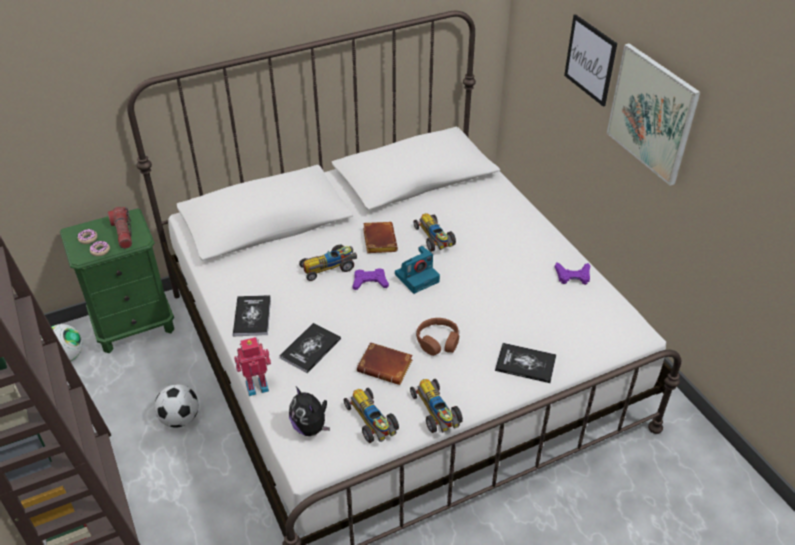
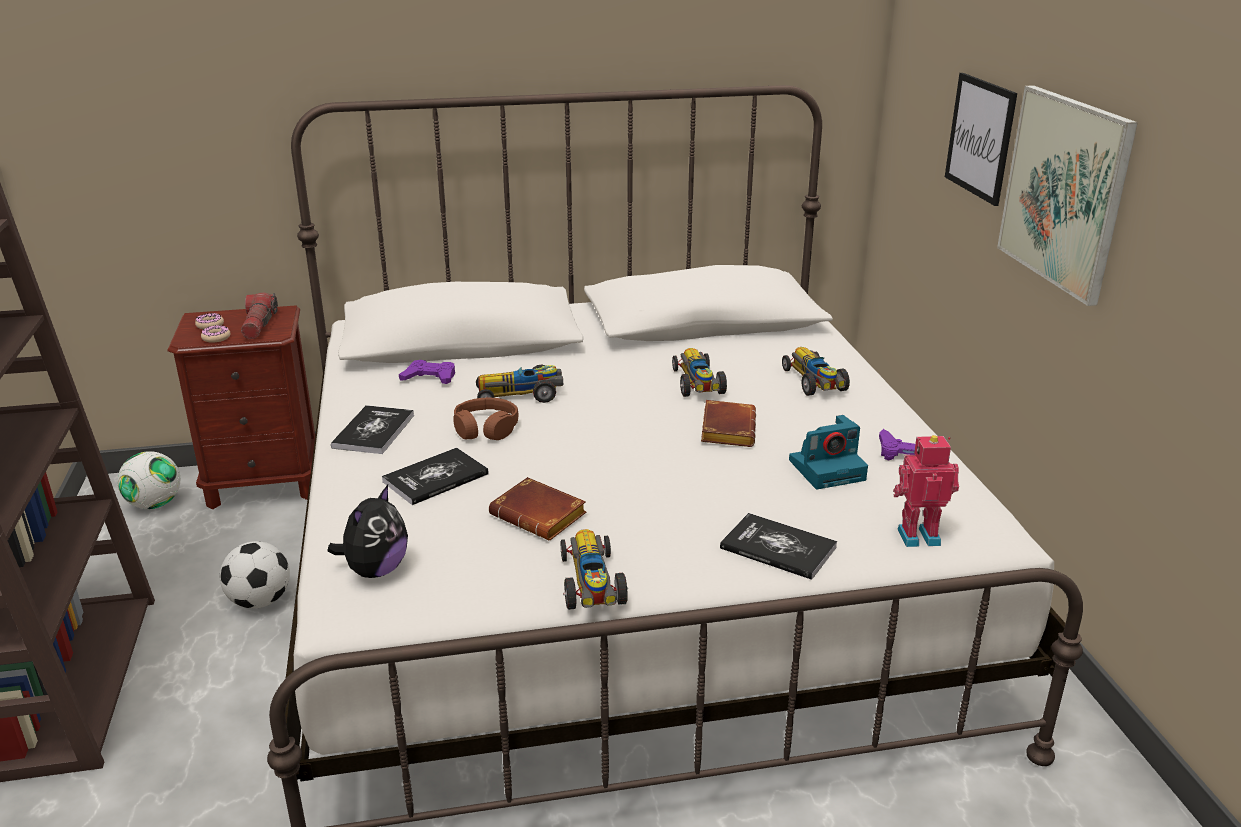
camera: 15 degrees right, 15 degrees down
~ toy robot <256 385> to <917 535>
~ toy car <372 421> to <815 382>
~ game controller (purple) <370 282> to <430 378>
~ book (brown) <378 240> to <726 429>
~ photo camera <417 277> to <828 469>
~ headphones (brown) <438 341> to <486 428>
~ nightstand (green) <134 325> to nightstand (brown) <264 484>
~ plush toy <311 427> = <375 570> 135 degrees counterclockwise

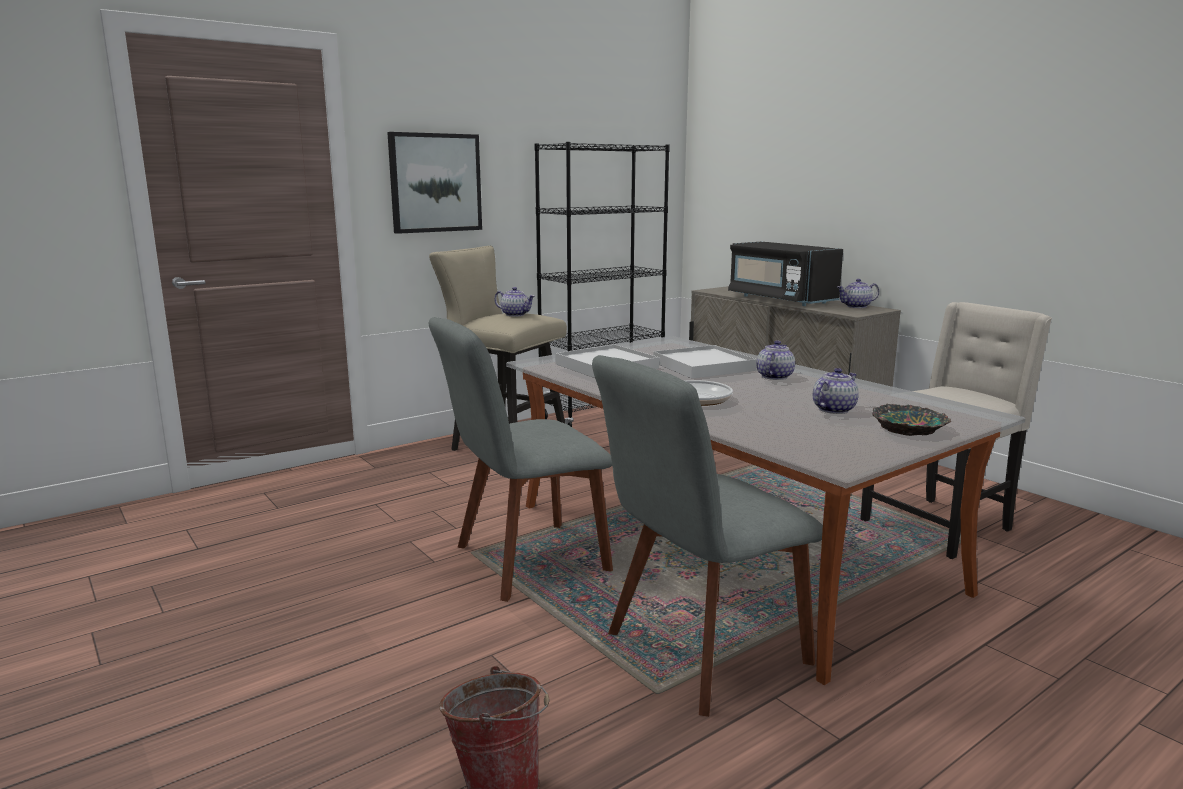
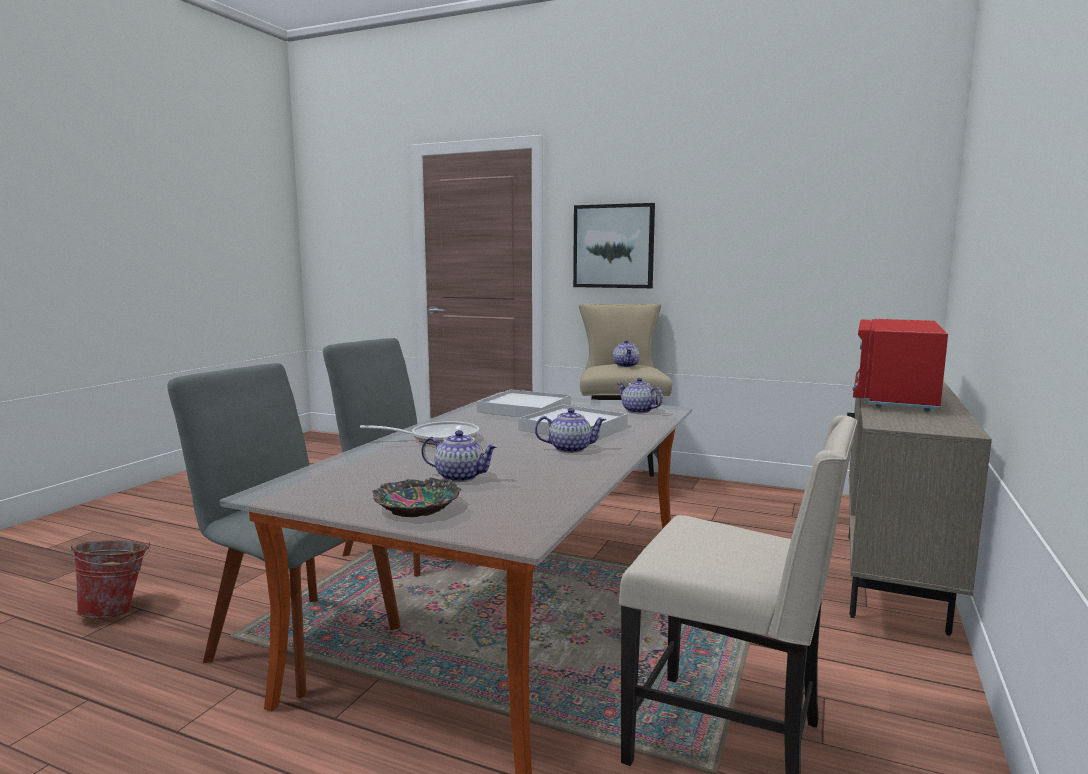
camera: 60 degrees right, 5 degrees down
- bookcase (black) <602 414>
~ teapot <856 306> to <638 411>
~ microwave (black) <779 299> to microwave (red) <894 397>

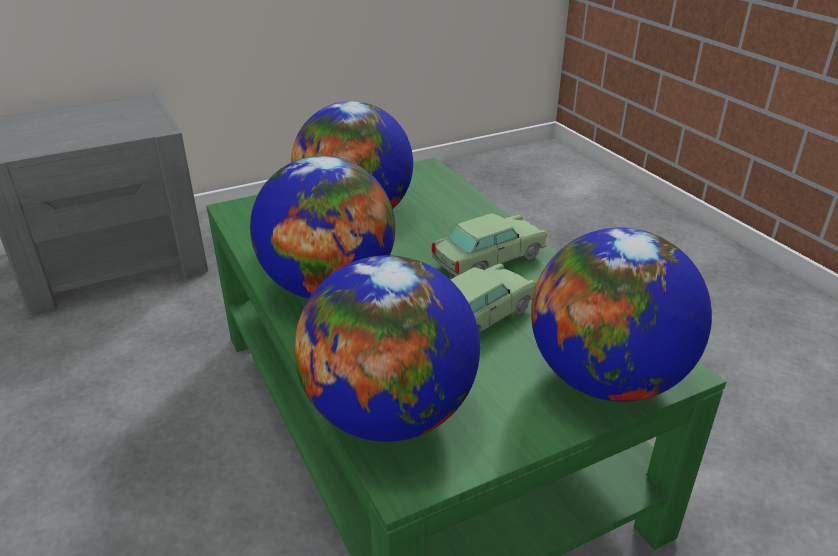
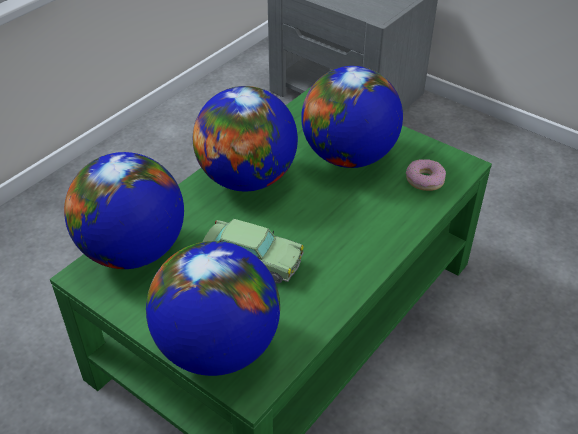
camera: 65 degrees right, 10 degrees up
- toy car <488 259>
+ donut <425 180>

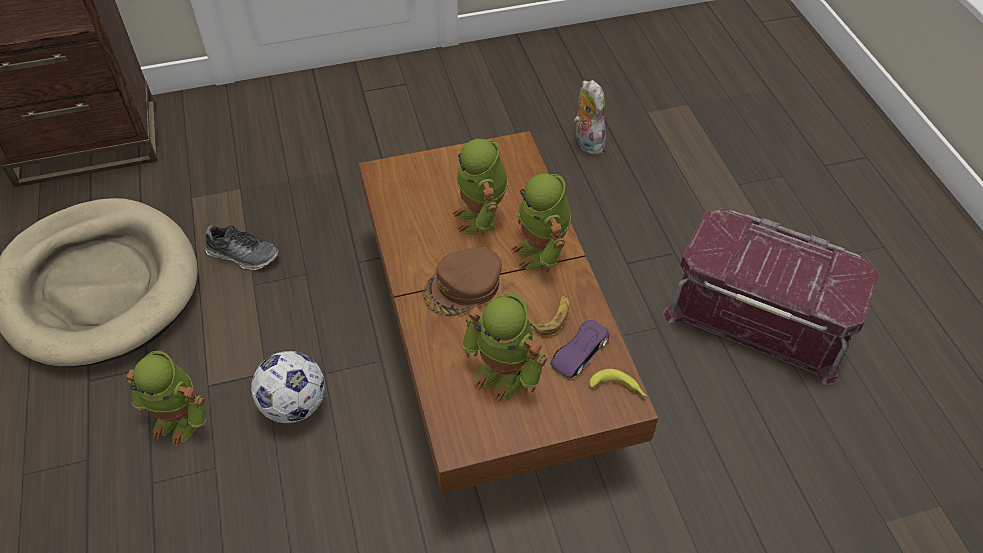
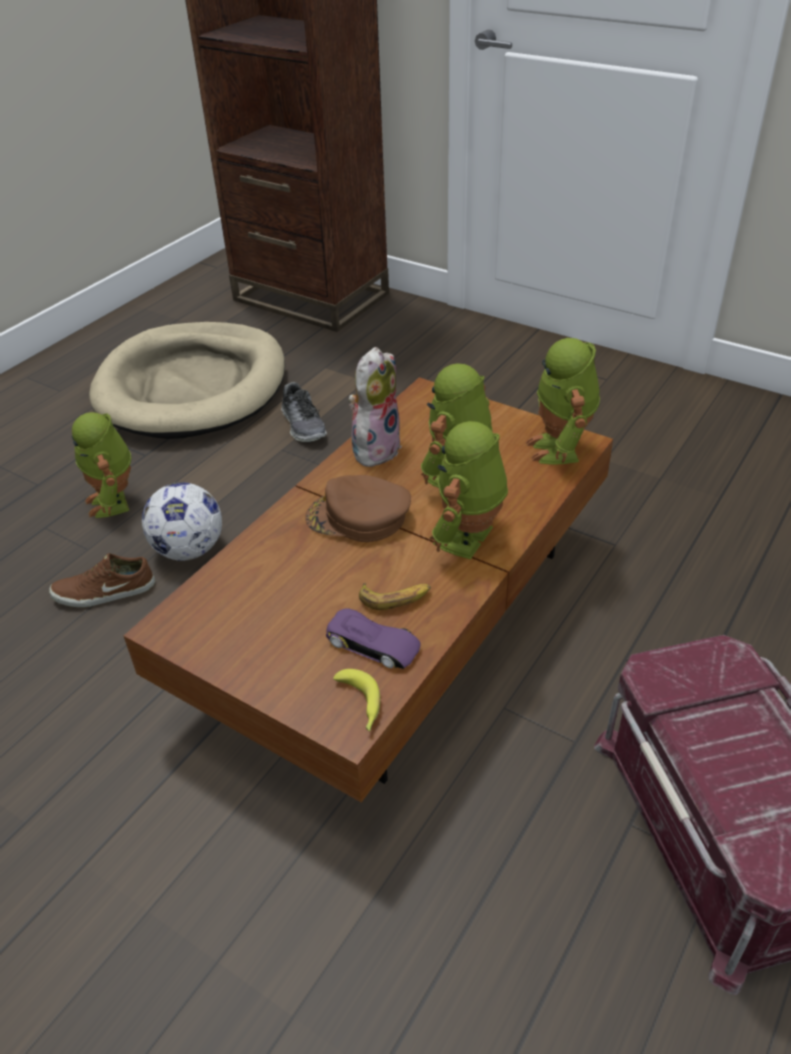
camera: 50 degrees right, 10 degrees down
+ shoe (brown) <104 592>
~ toy robot <504 374> to <560 449>
~ plush toy <586 142> to <375 448>
~ toy car (purple) <579 352> = <373 644> 150 degrees counterclockwise

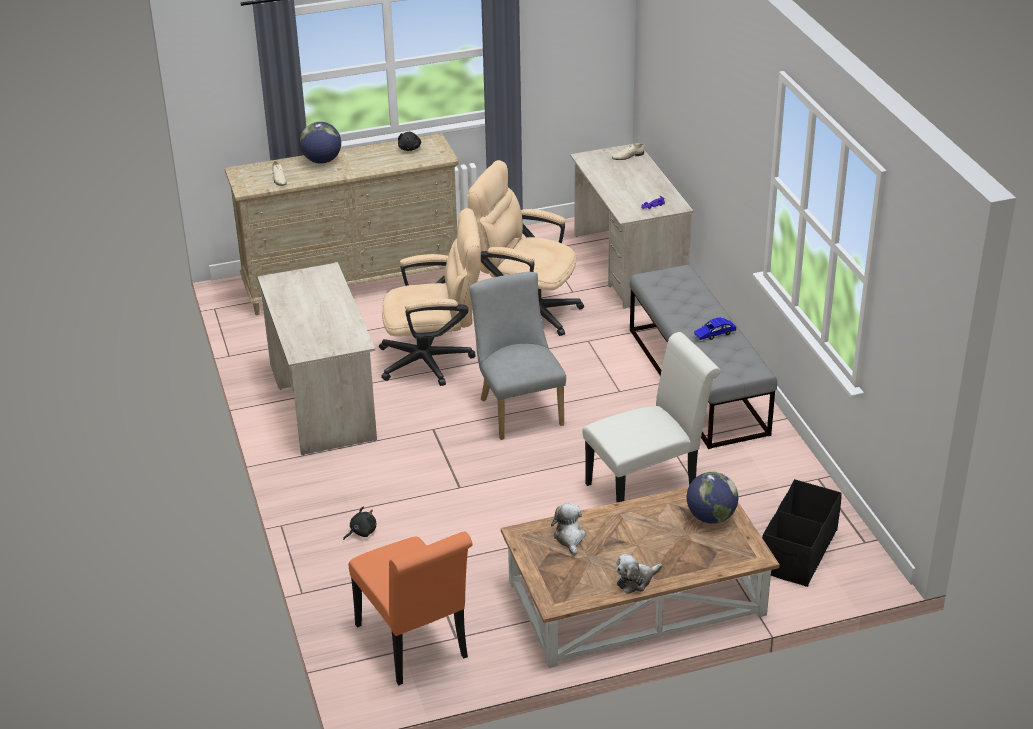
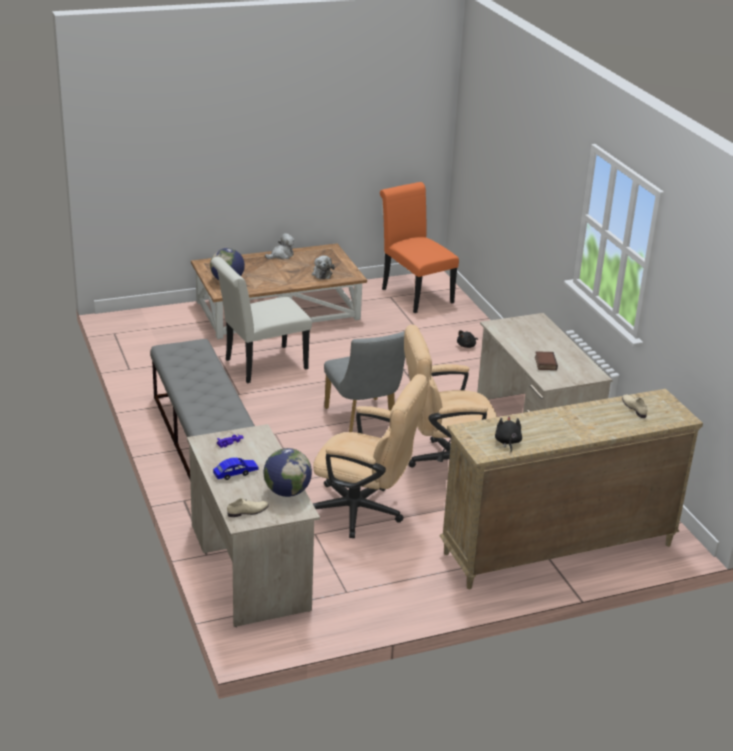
camera: 175 degrees right, 5 degrees down
- storage box (black) <798 551>
+ book <544 363>
~ globe <322 161> to <287 492>
~ toy car (blue) <714 334> to <236 473>

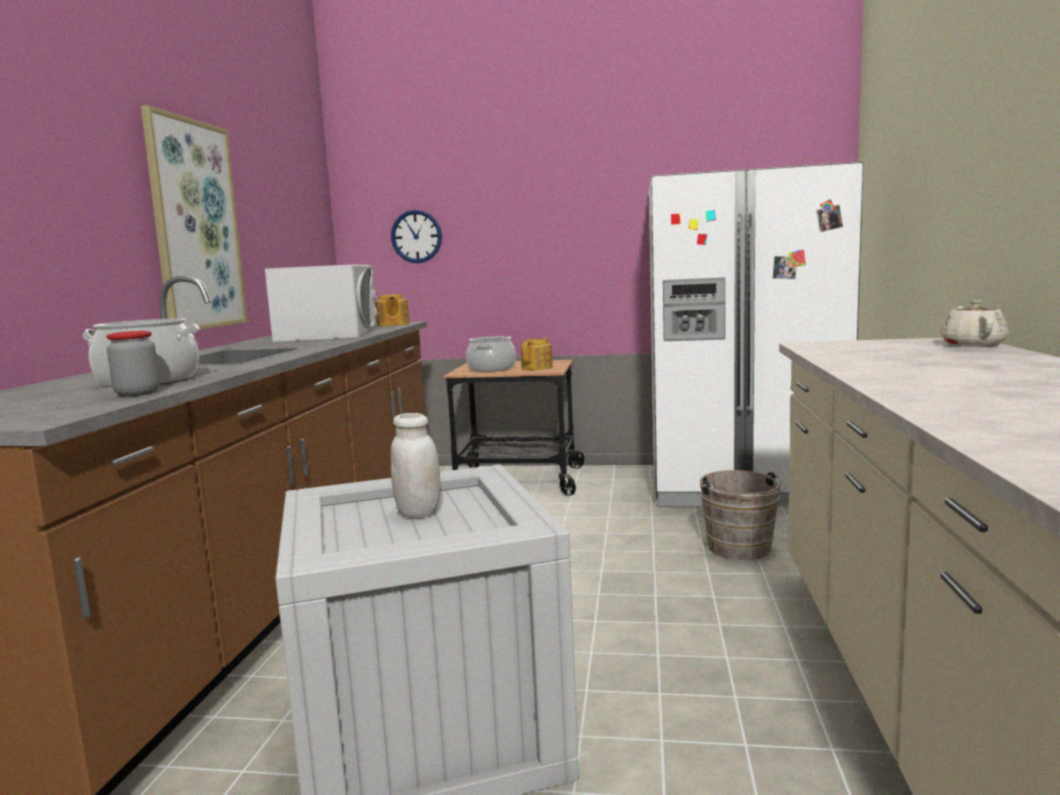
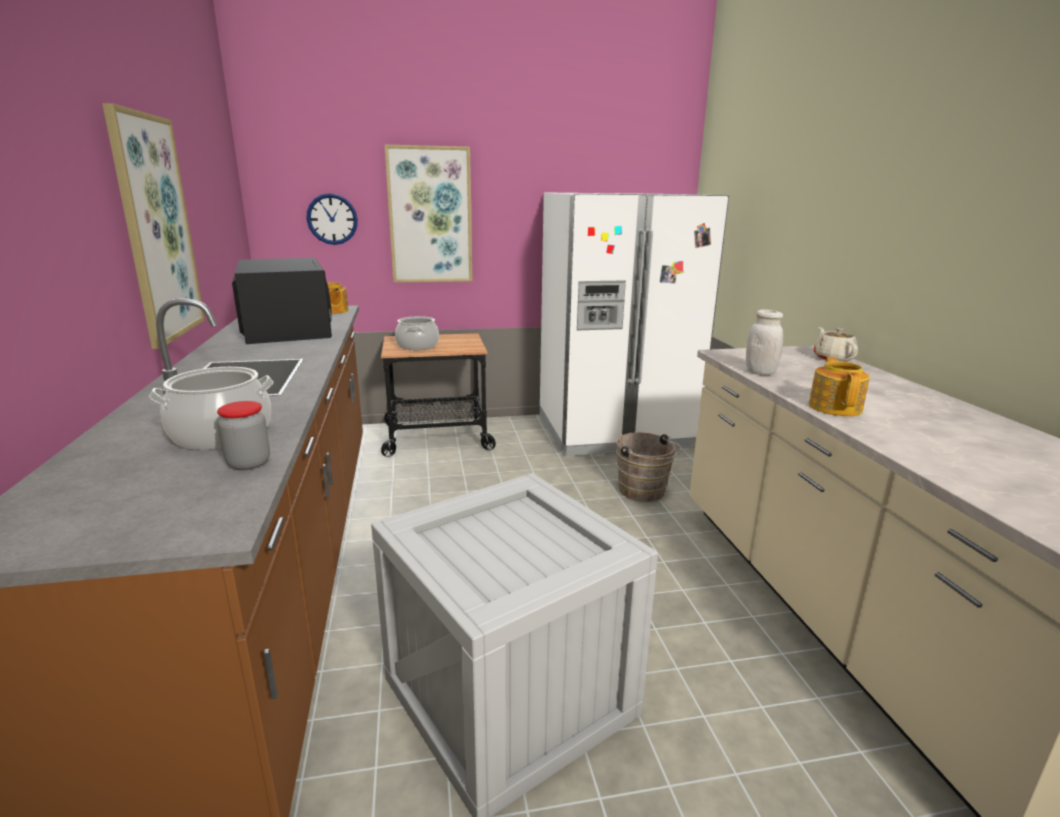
camera: 20 degrees left, 10 degrees up
+ picture <430 216>
~ jar (white) <418 512> to <760 372>
~ teapot <537 367> to <835 407>
~ microwave (white) <329 333> to microwave (black) <287 328>

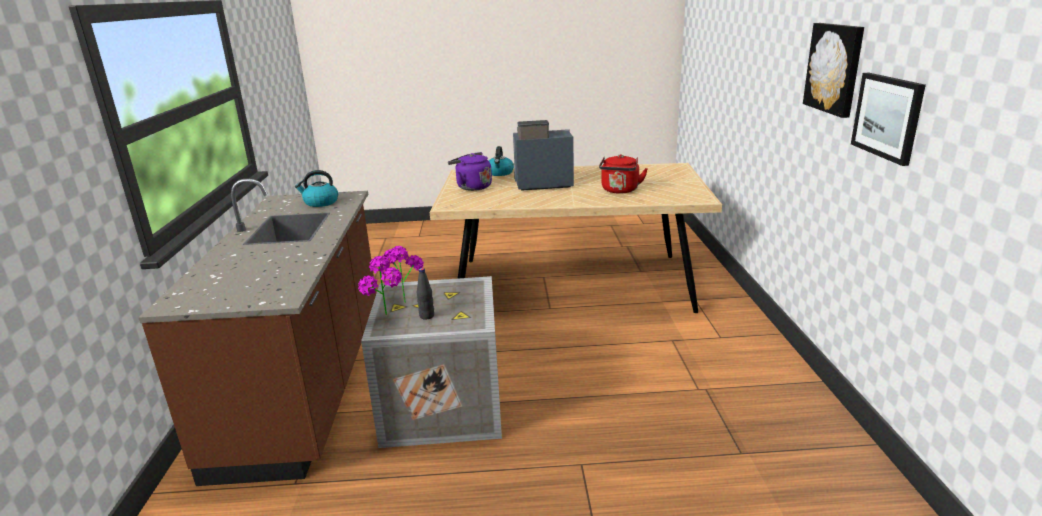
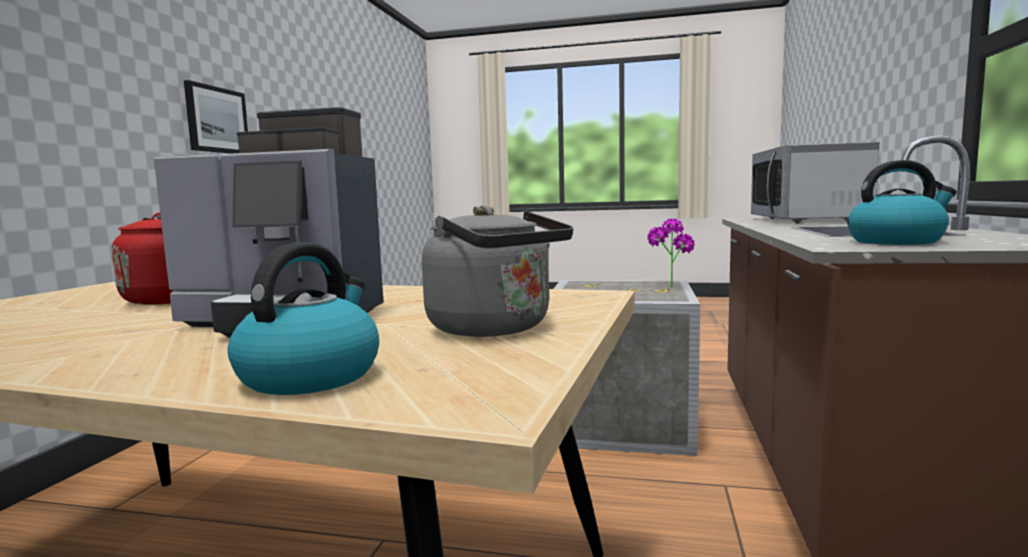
camera: 165 degrees left, 15 degrees down
- potted plant <405 299>
- bottle (black) <427 316>
- picture <835 68>
+ microwave <807 220>
~ kettle (purple) <472 187> to kettle (grey) <496 329>

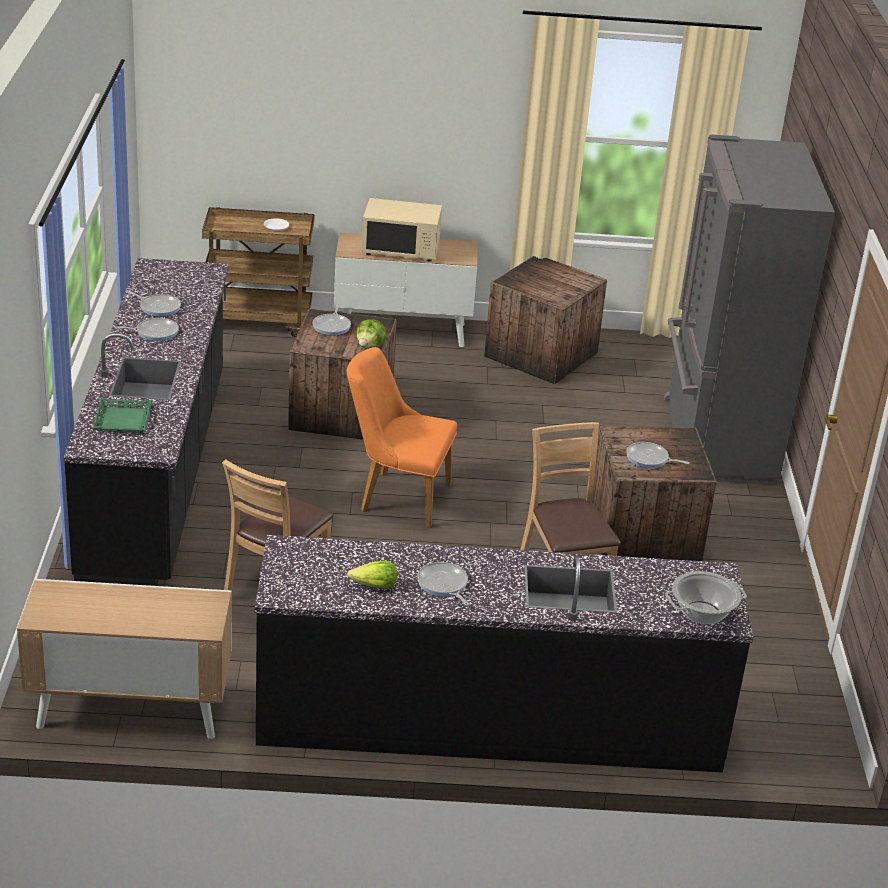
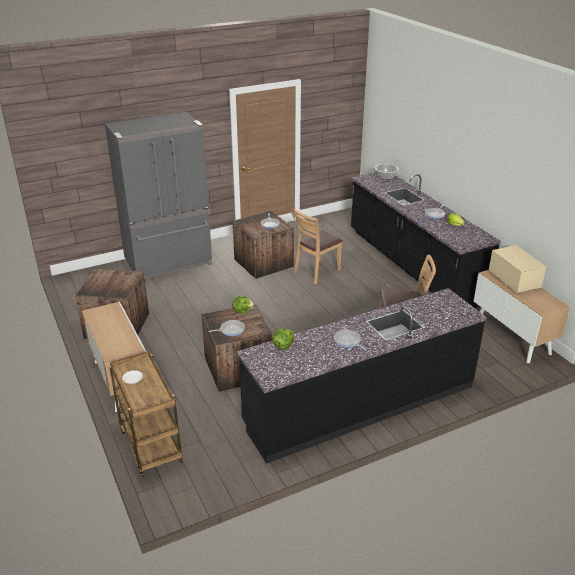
camera: 115 degrees left, 0 degrees up
- tray (green) <123 420>
- frying pan <158 307>
- chair (orange) <396 496>
+ lettuce <283 345>
~ microwave (beige) <401 249> to <513 281>

